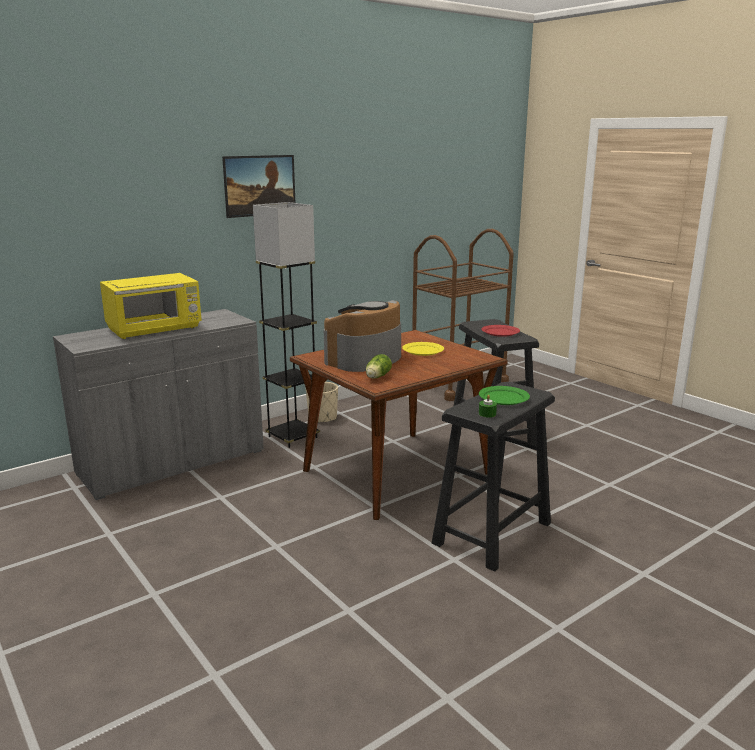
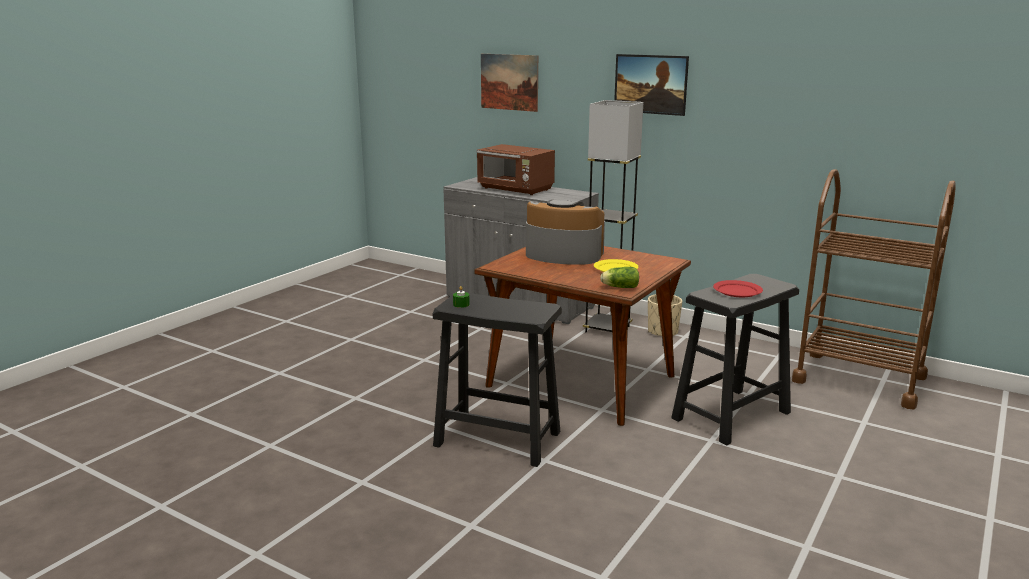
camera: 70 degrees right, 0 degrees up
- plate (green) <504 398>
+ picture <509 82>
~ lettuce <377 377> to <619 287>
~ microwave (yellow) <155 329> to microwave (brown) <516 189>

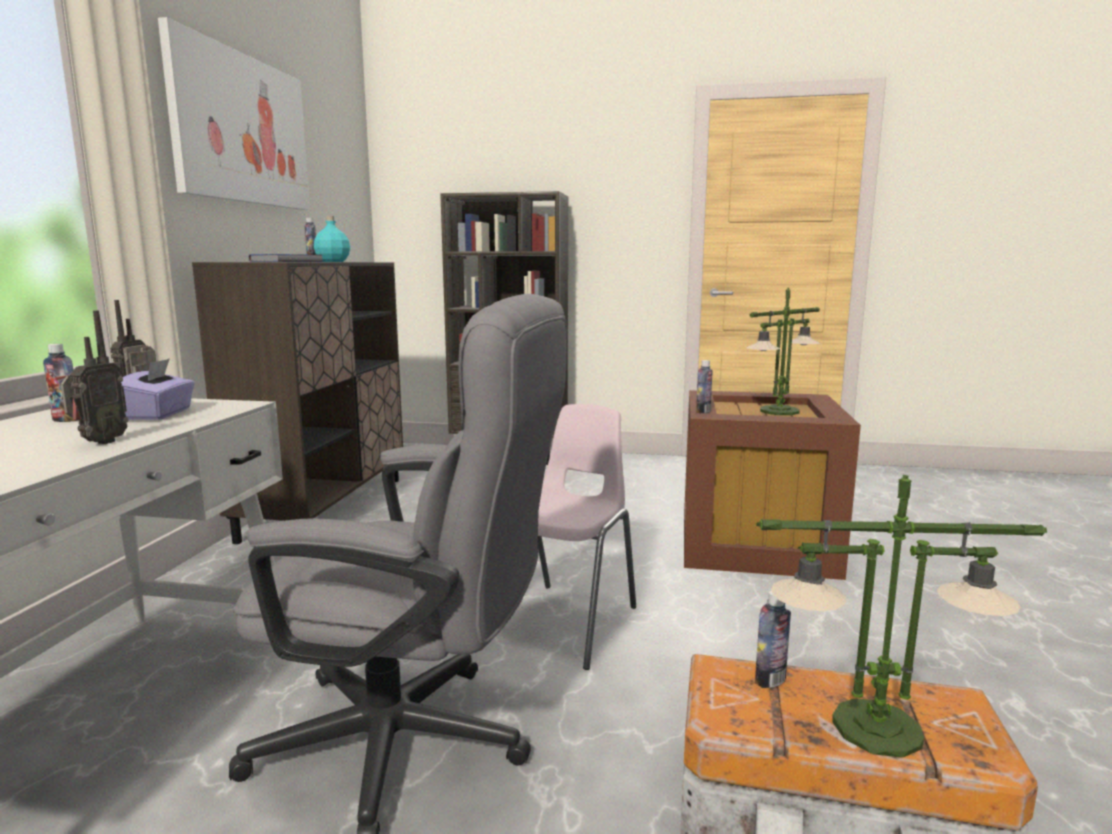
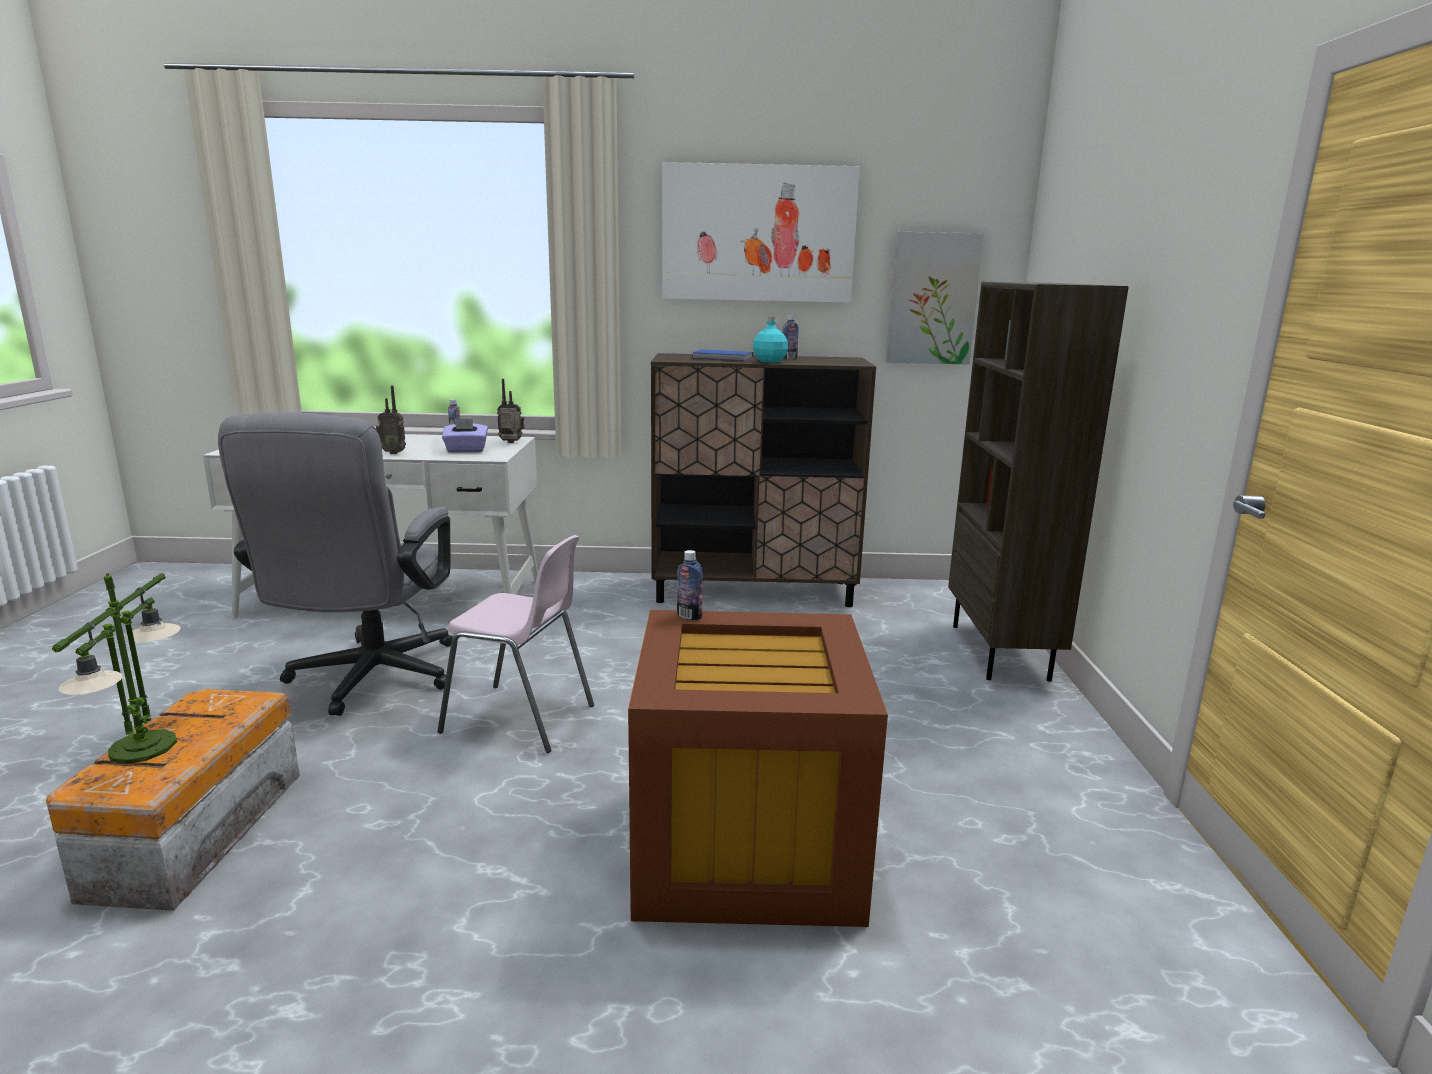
camera: 80 degrees right, 5 degrees up
- table lamp <779 411>
- bottle <770 680>
+ picture <932 299>

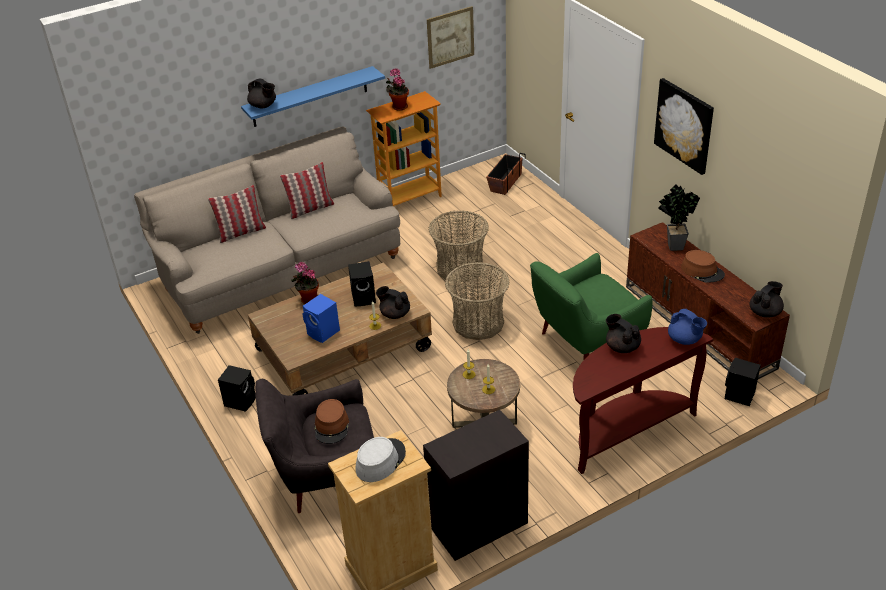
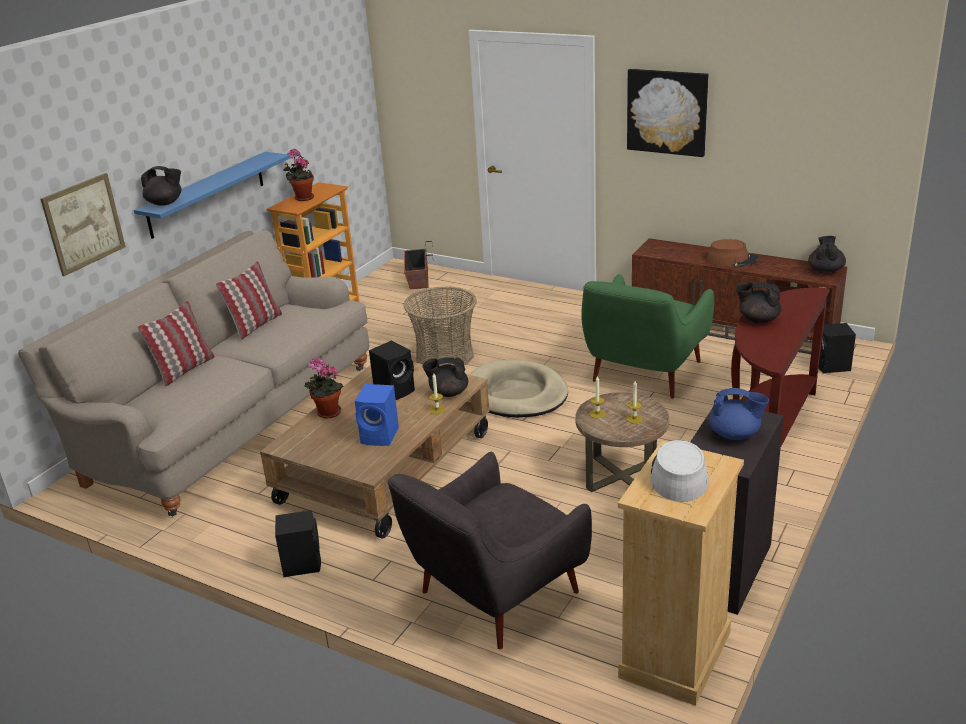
camera: 30 degrees left, 10 degrees down
- hat (brown) <332 426>
- potted plant <672 246>
~ picture <450 37> to <84 223>
~ teapot (blue) <685 340> to <735 434>
~ basket <478 323> to dog bed (beige) <516 394>

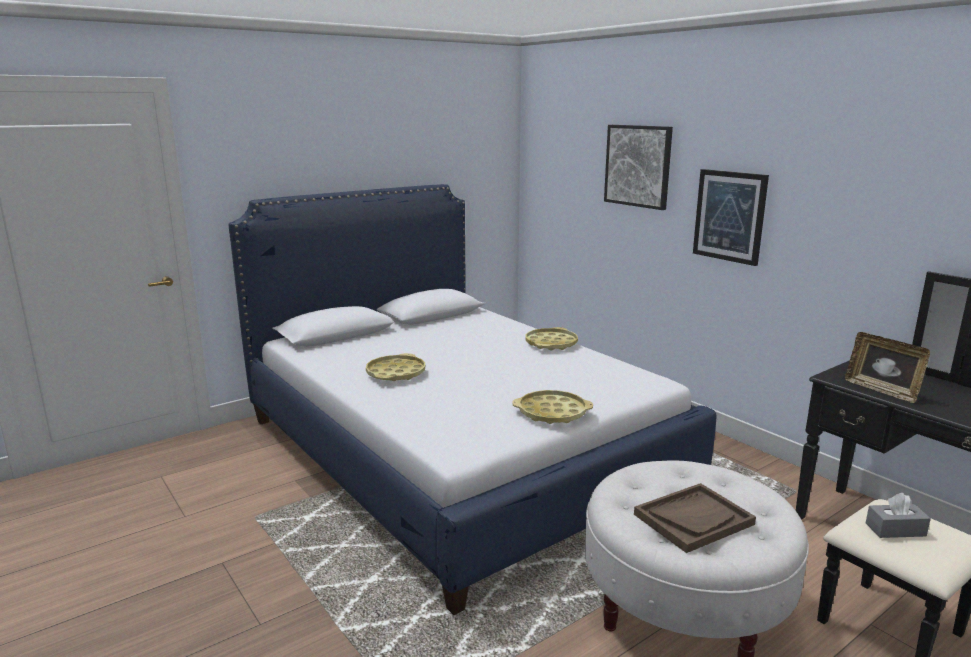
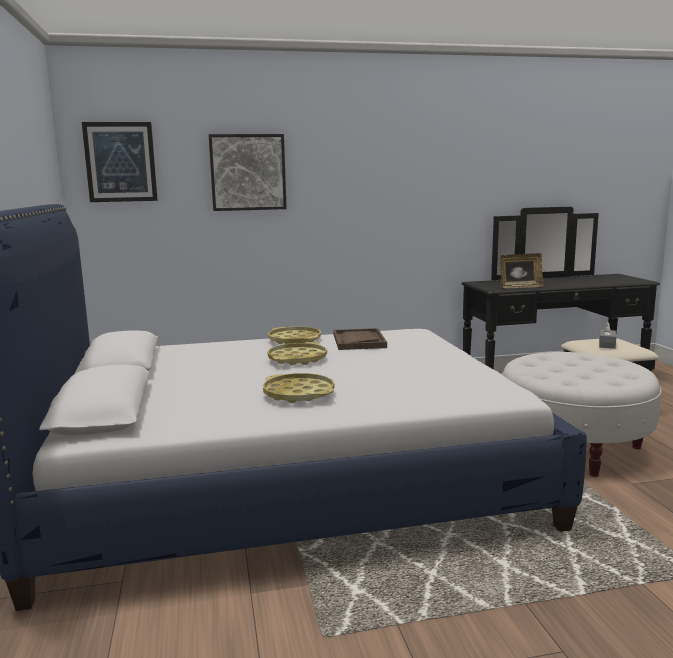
camera: 65 degrees left, 5 degrees down
~ tray (yellow) <552 413> to <297 359>
~ tray (brown) <693 519> to <359 341>
~ picture <729 216> to <120 162>

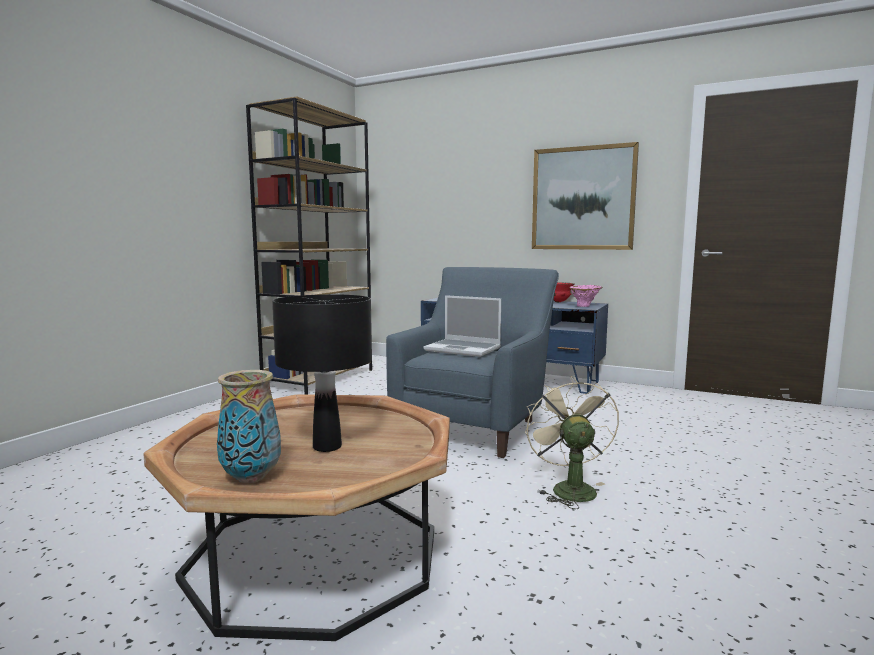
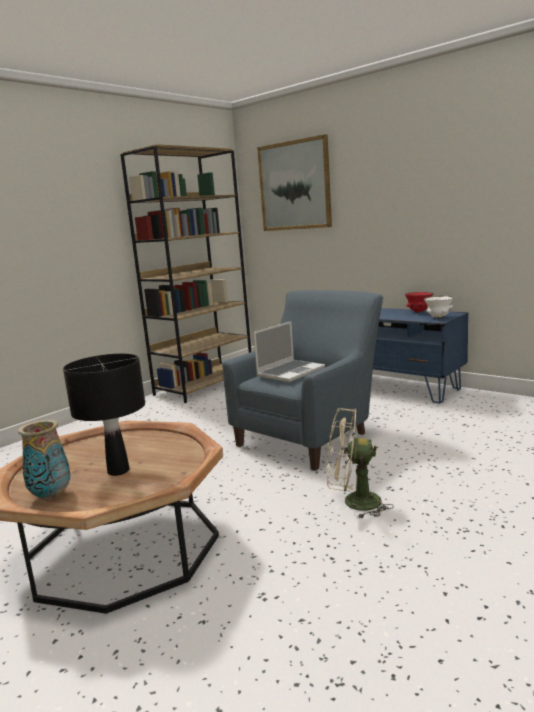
camera: 15 degrees right, 5 degrees up
~ picture <583 198> to <294 186>
~ vase (pink) <585 306> to bowl (white) <438 317>
~ laptop <464 349> = <290 372> 90 degrees counterclockwise
~ fan (beige) <569 488> = <353 503> 90 degrees counterclockwise

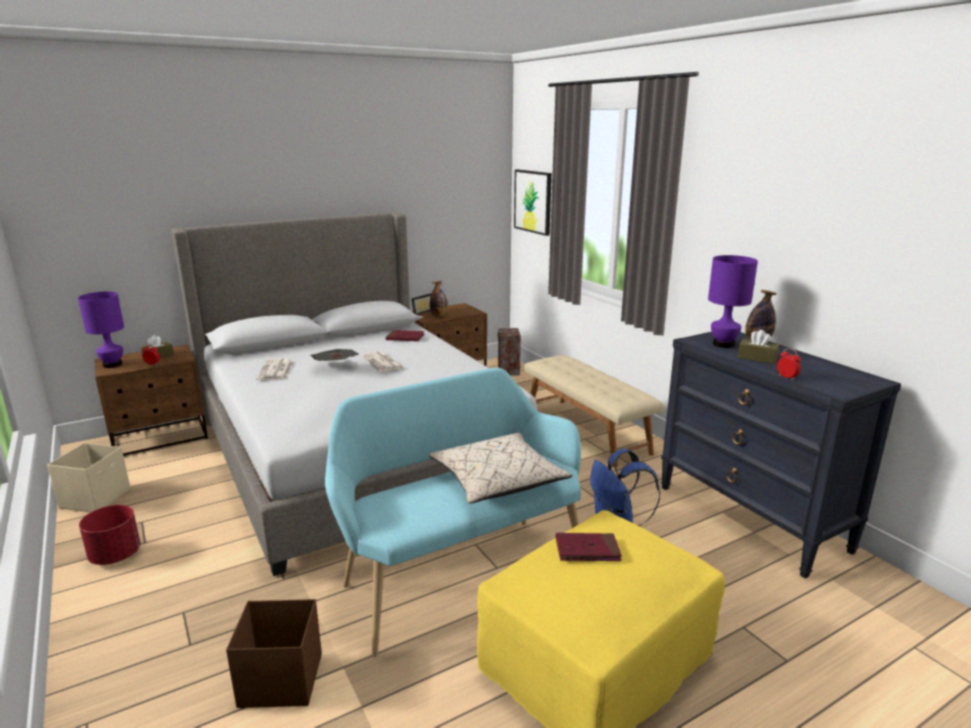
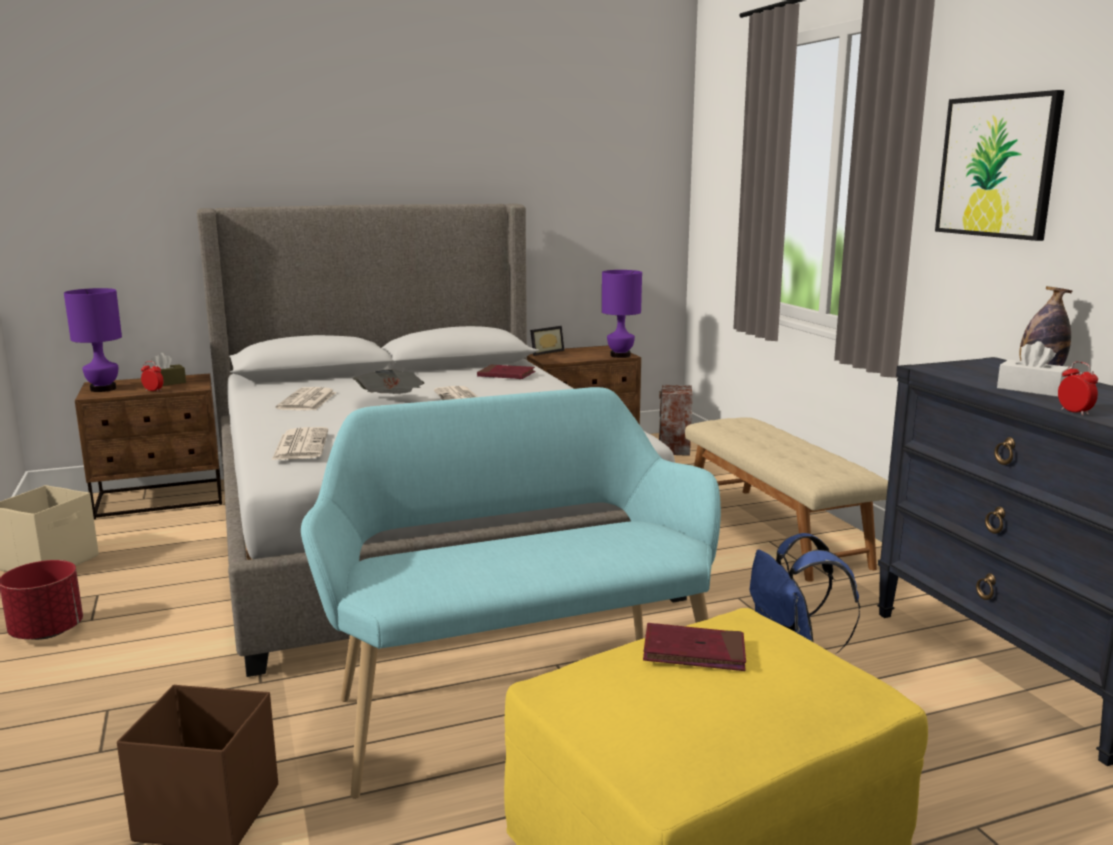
camera: 10 degrees right, 5 degrees down
- pillow (beige) <497 481>
- bottle <439 315>
+ newspaper <300 445>
~ picture <533 201> to <997 166>
~ table lamp (purple) <724 344> to <621 355>
~ tissue box (brown) <757 358> to tissue box (white) <1031 389>

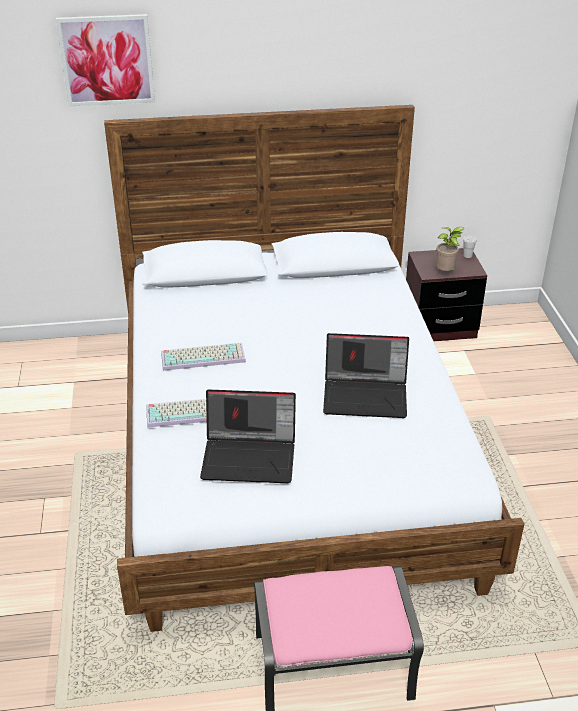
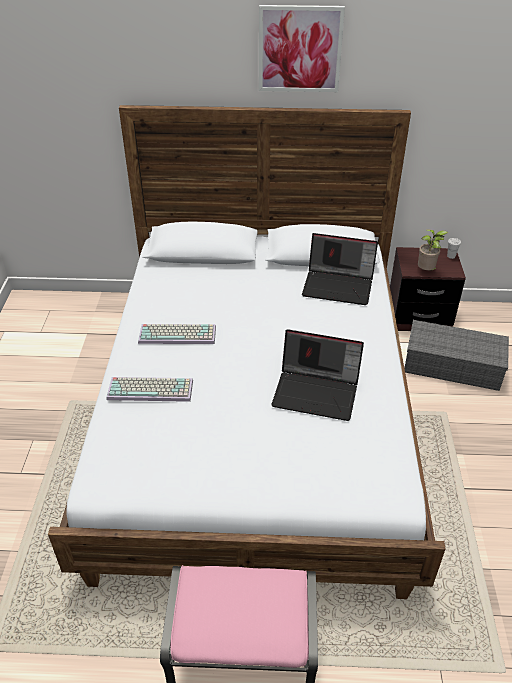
camera: 10 degrees right, 5 degrees up
+ storage box (grey) <454 365>
~ picture <107 60> to <300 49>
~ laptop <250 457> to <339 285>

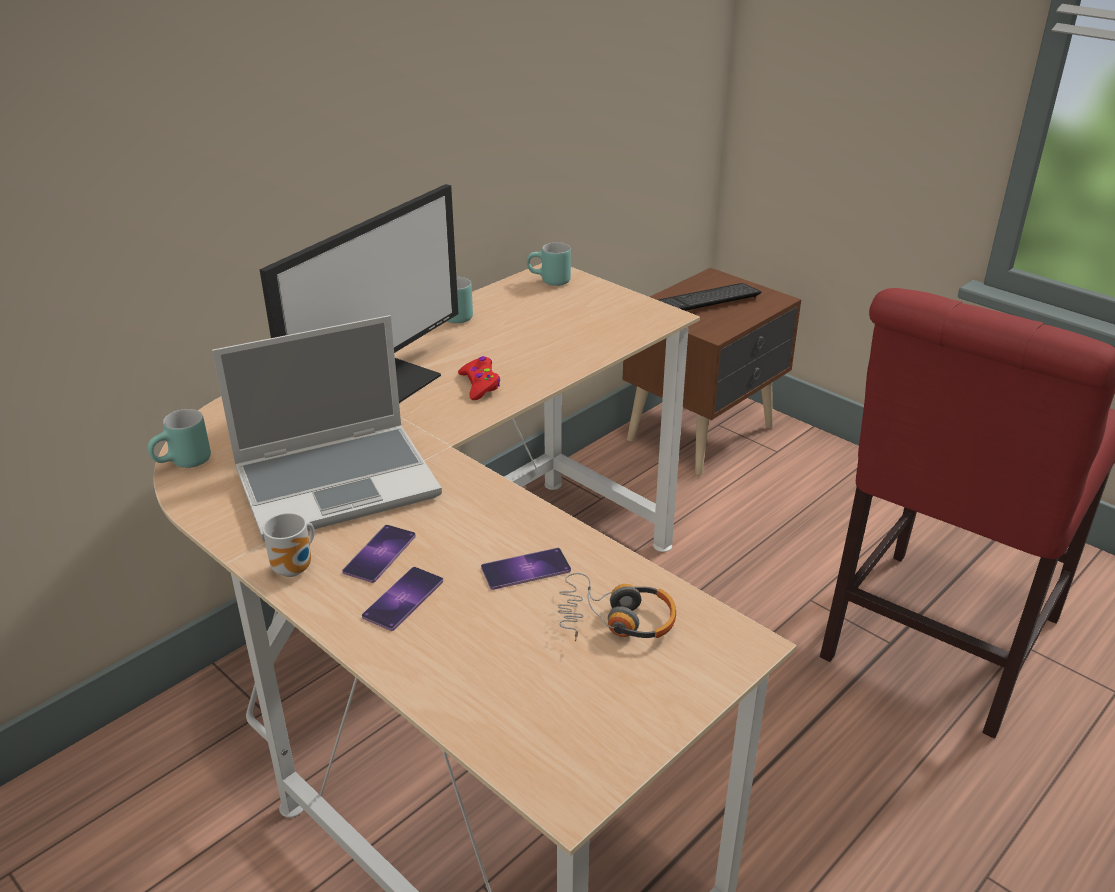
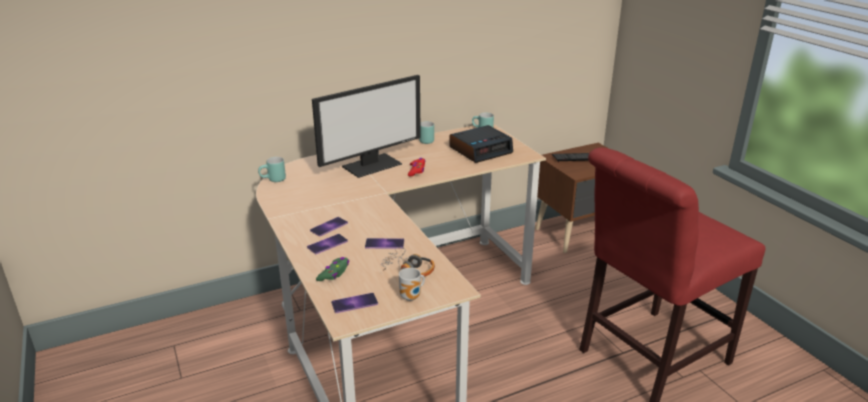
camera: 20 degrees right, 5 degrees down
- laptop <339 482>
+ game controller (green) <334 273>
+ phone <354 303>
+ alarm clock <481 150>
~ mug <296 569> to <412 297>

